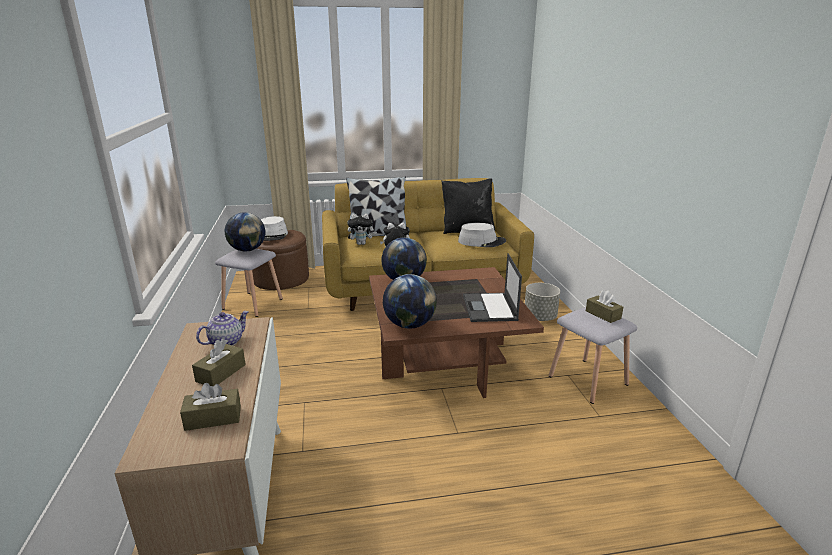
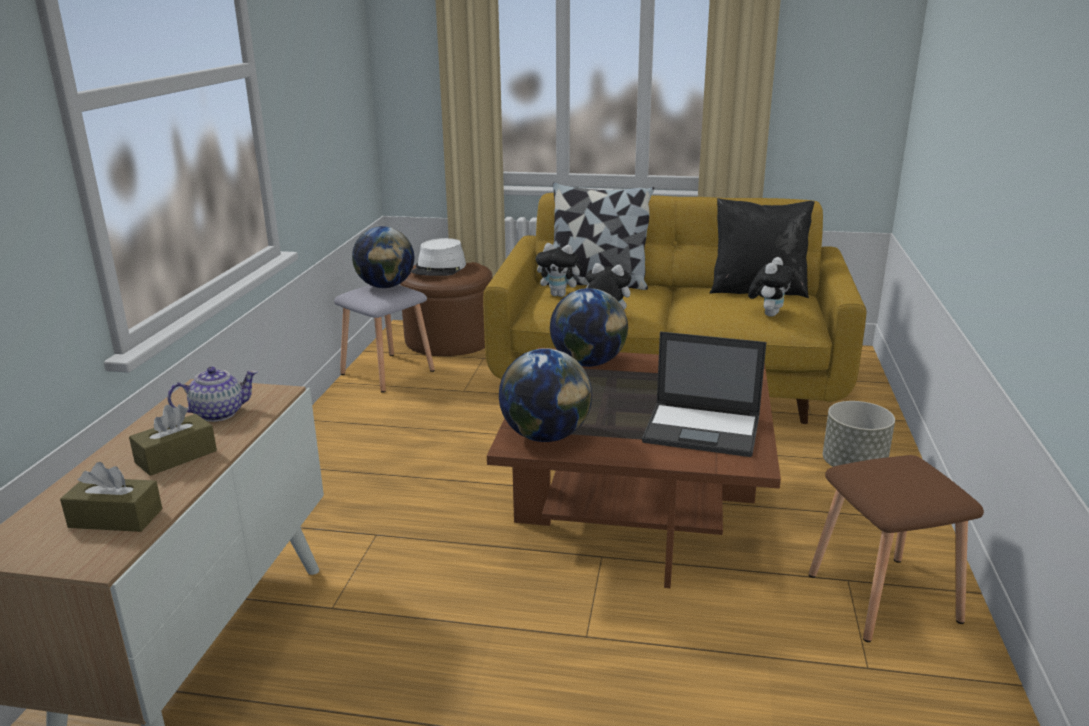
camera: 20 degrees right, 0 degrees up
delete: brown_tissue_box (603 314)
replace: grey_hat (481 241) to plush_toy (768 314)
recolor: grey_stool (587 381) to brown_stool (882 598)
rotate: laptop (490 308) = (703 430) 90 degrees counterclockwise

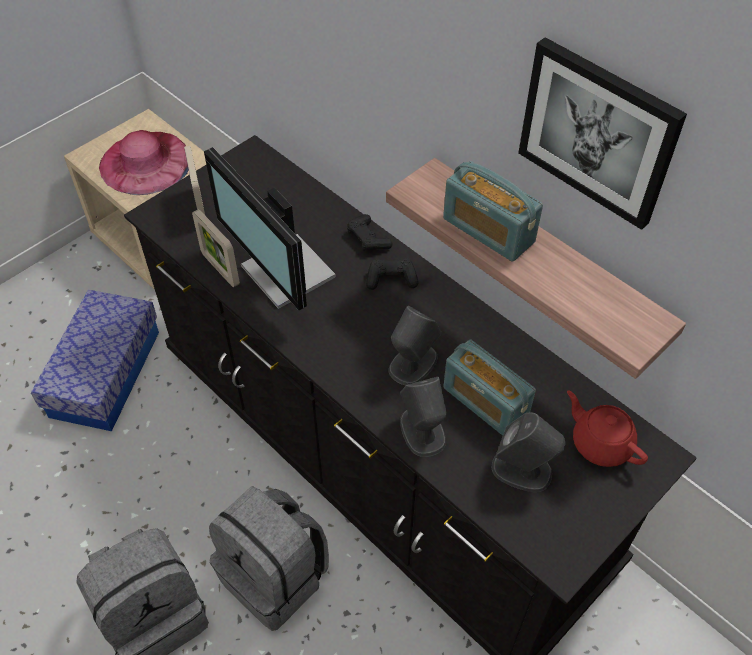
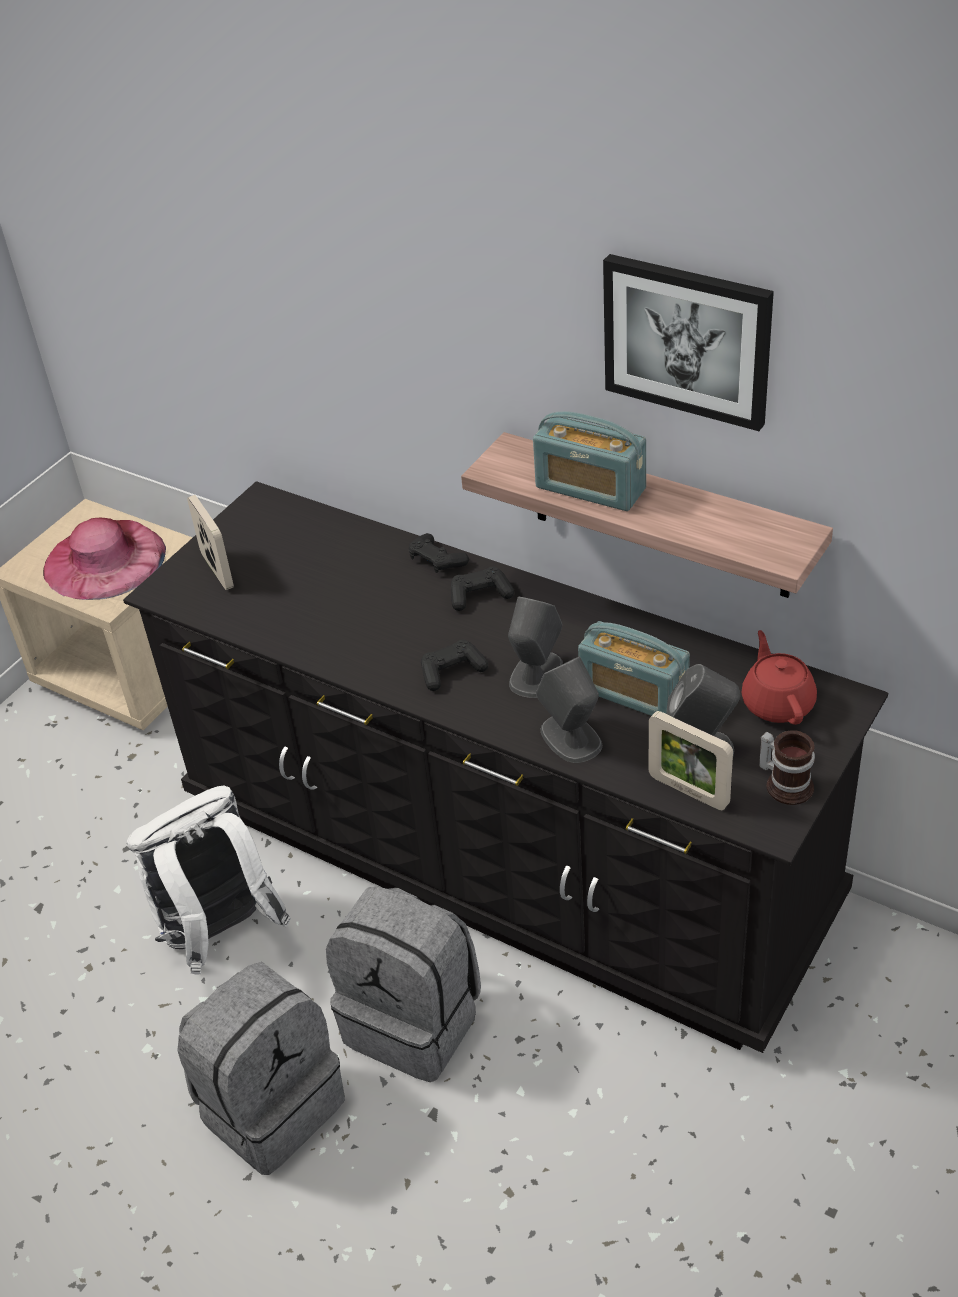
camera: 10 degrees left, 10 degrees down
delete: storage_box (105 374); monitor (285 274)
insert: white_backpack (220 934); black_game_controller (452 671); mug (787 783)
move: picture_frame (220 269) to (688 791)
rotate: red_teapot (600 443) = (777 703) 45 degrees clockwise

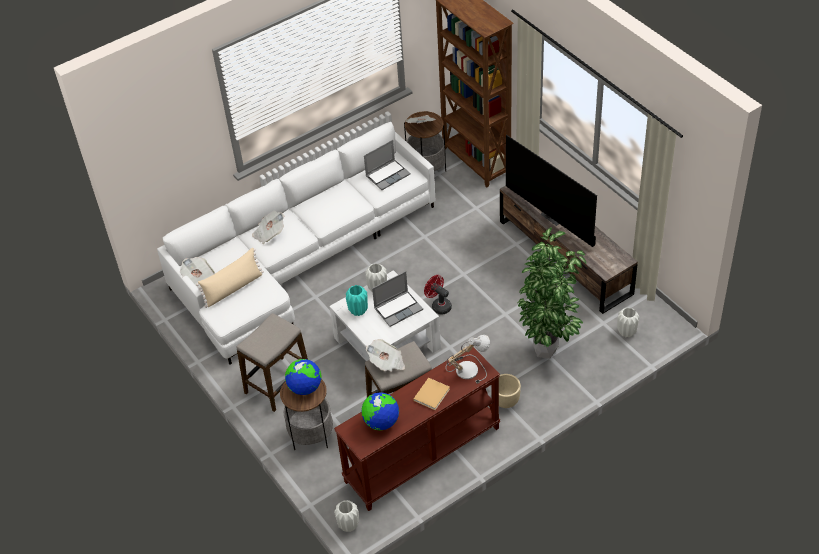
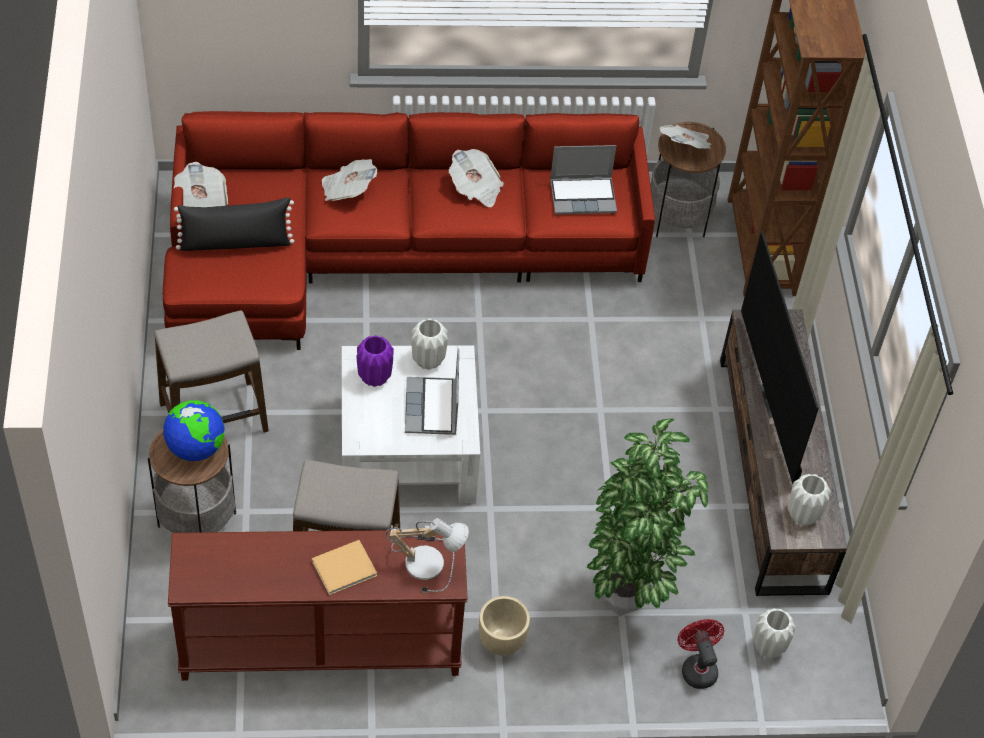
camera: 25 degrees right, 5 degrees up
delete: globe (381 422)
move: newspaper (387 363) to (475 188); red_fan (439 305) to (697 667); white_vase (348 525) to (803 515)
recolor: white_sofa (297 260) to red_sofa (385 252); beige_pillow (233 288) to black_pillow (236 242); turquoise_vase (358 311) to purple_vase (374 378)
rotate: laptop (398 309) = (432 408) 90 degrees clockwise

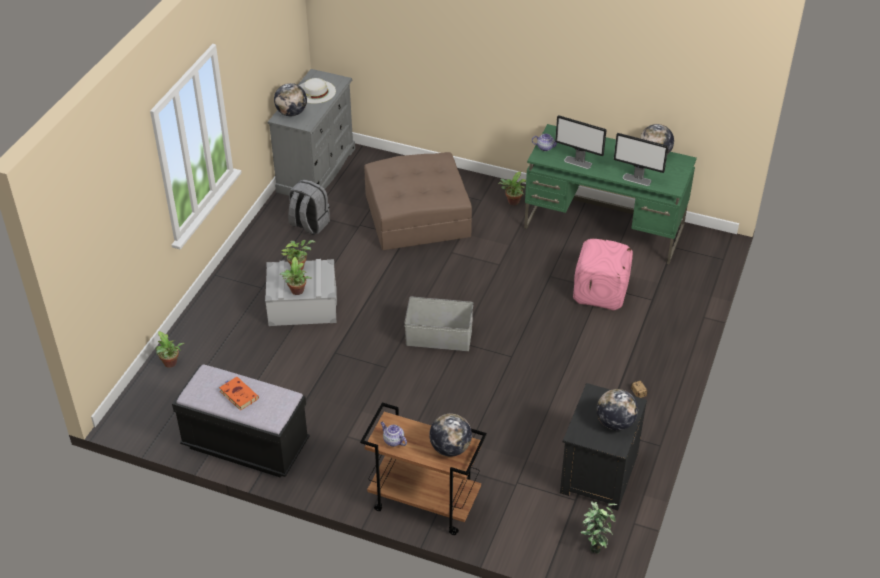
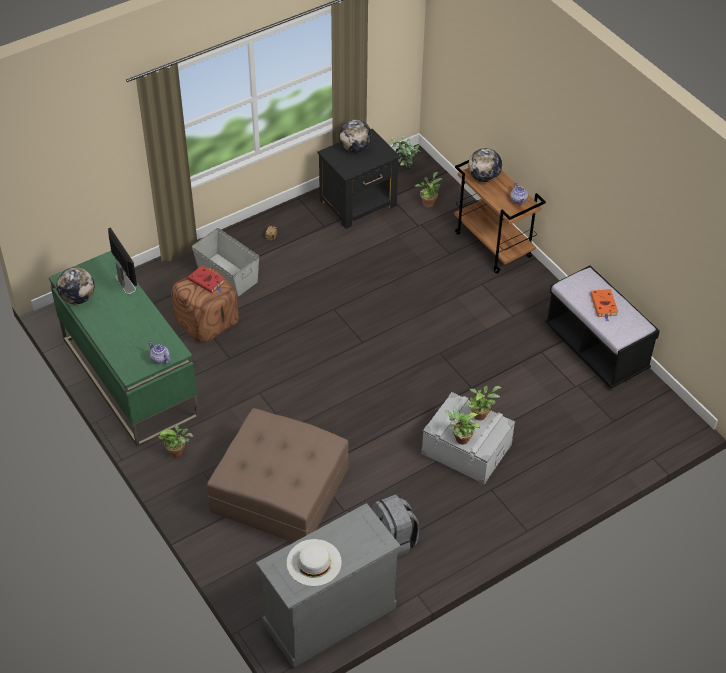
camera: 145 degrees left, 5 degrees up
delete: globe (291 113); monitor (578 162)
insert: red_book (207 281)
move: grey_storage_box (439 338) to (227 274); potted_plant (171 364) to (428 202)
recolor: pink_ottoman (599 292) to brown_ottoman (207 321)

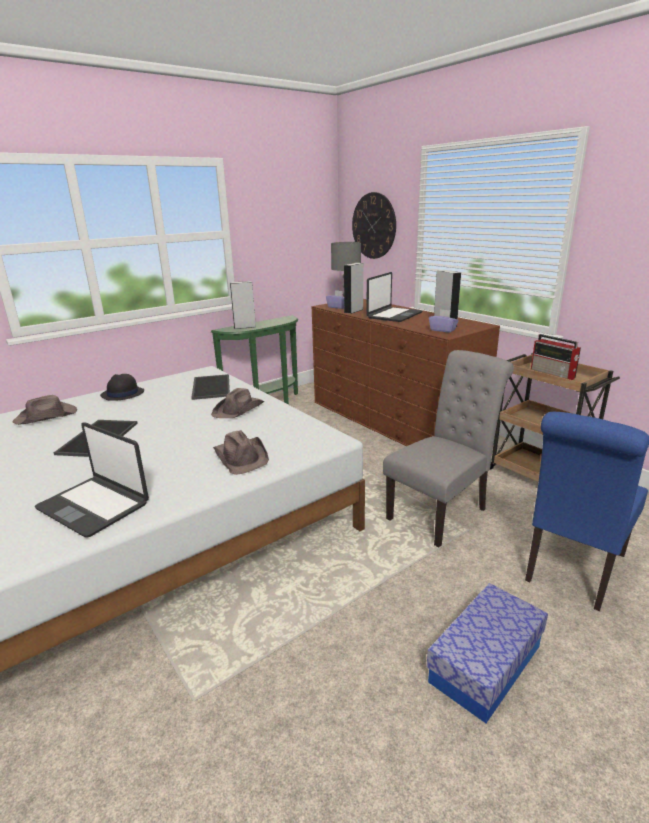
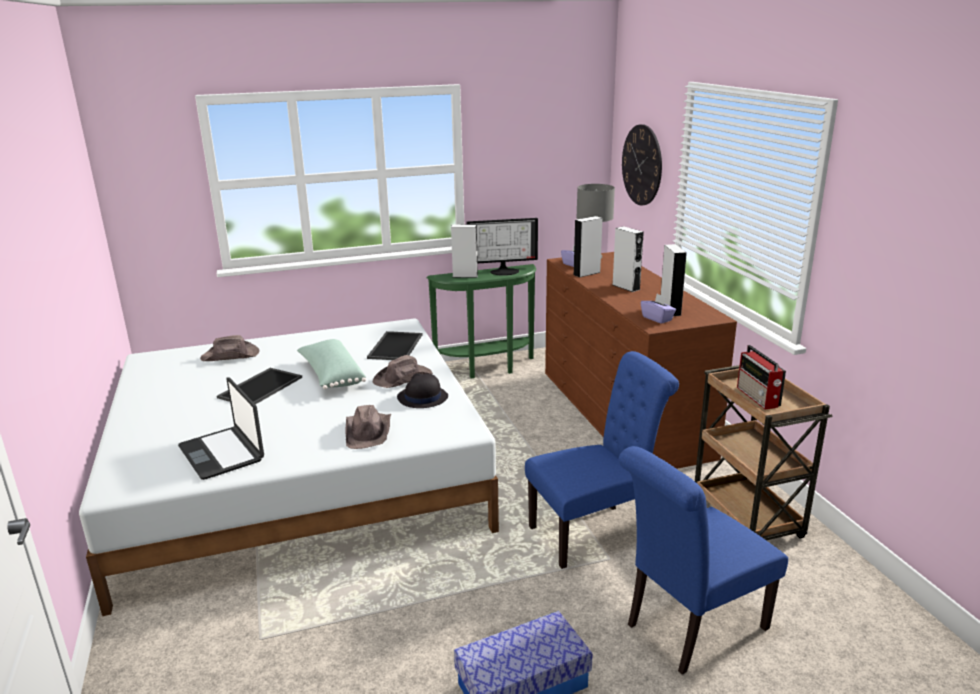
camera: 20 degrees right, 0 degrees up
insert: green_pillow (331 375); monitor (504 271)
move: black_hat (122 394) to (422 398)
replace: laptop (394 315) to grey_speaker (626 287)
recolor: grey_chair (441 512) to blue_chair (595 533)

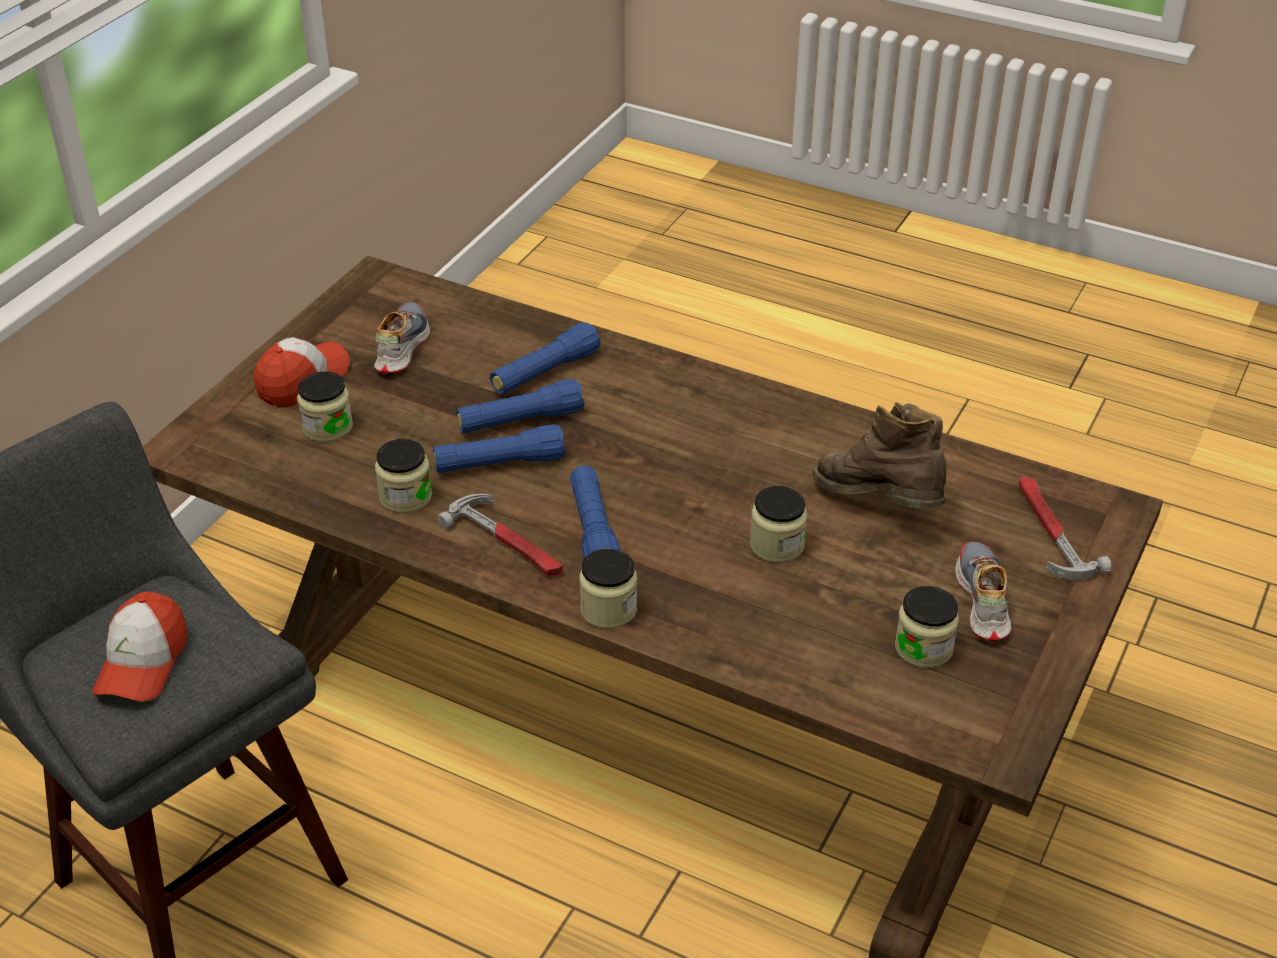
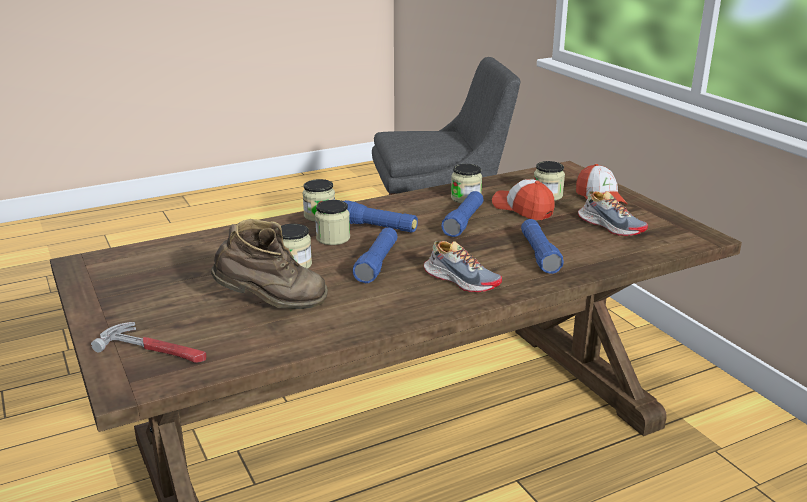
camera: 125 degrees right, 15 degrees down
delete: hammer (508 542)
move: jar (923 648) to (333 238); blue_flashlight (520 421) to (377 264); shoe (982 600) to (461 280); cap (142 662) to (523 209)

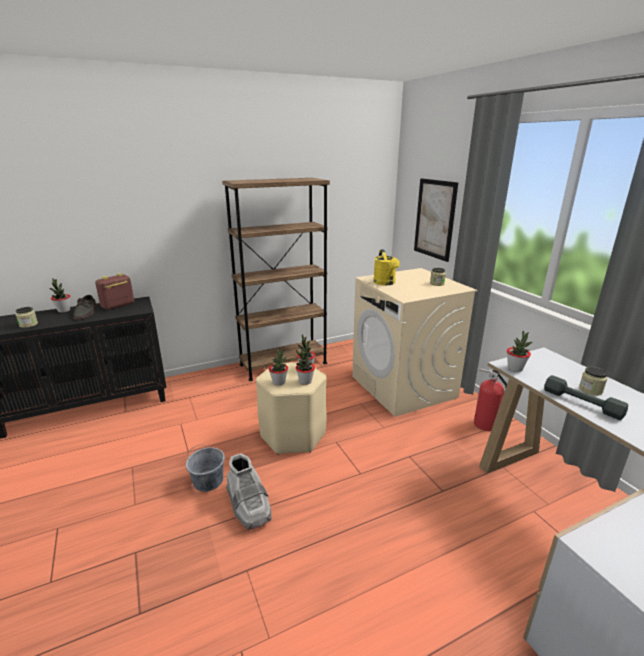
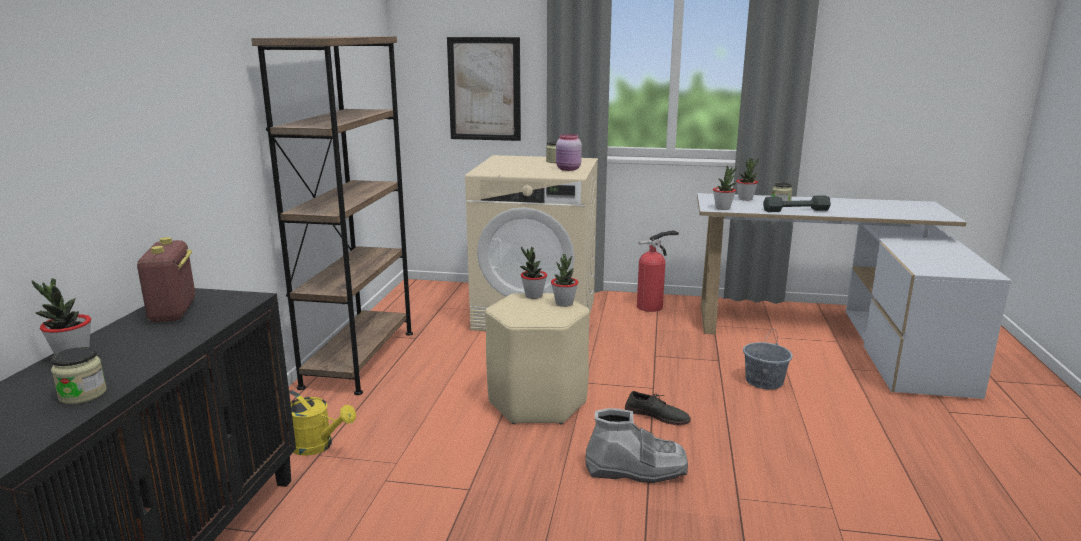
camera: 55 degrees left, 5 degrees down
insert: pink_jar (568 169)
move: yellow_watering_can (385 283) to (318 446); grey_shoe (86 312) to (657 415); potted_plant (279 382) to (745 199); grey_bucket (208 481) to (764 381)

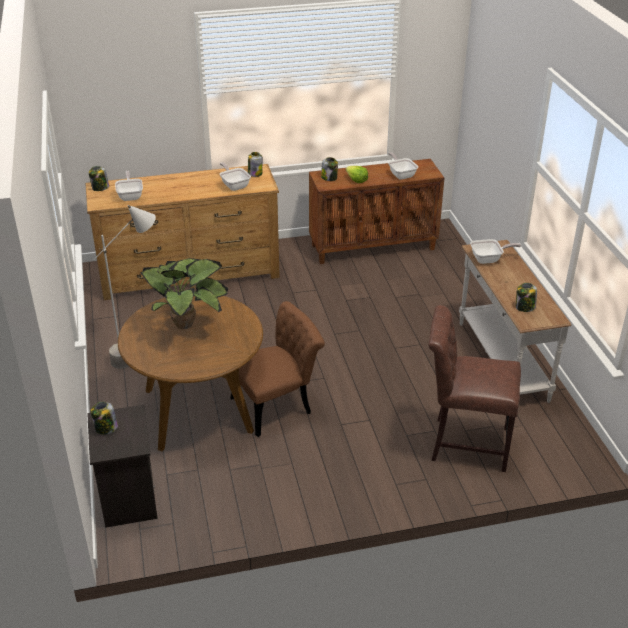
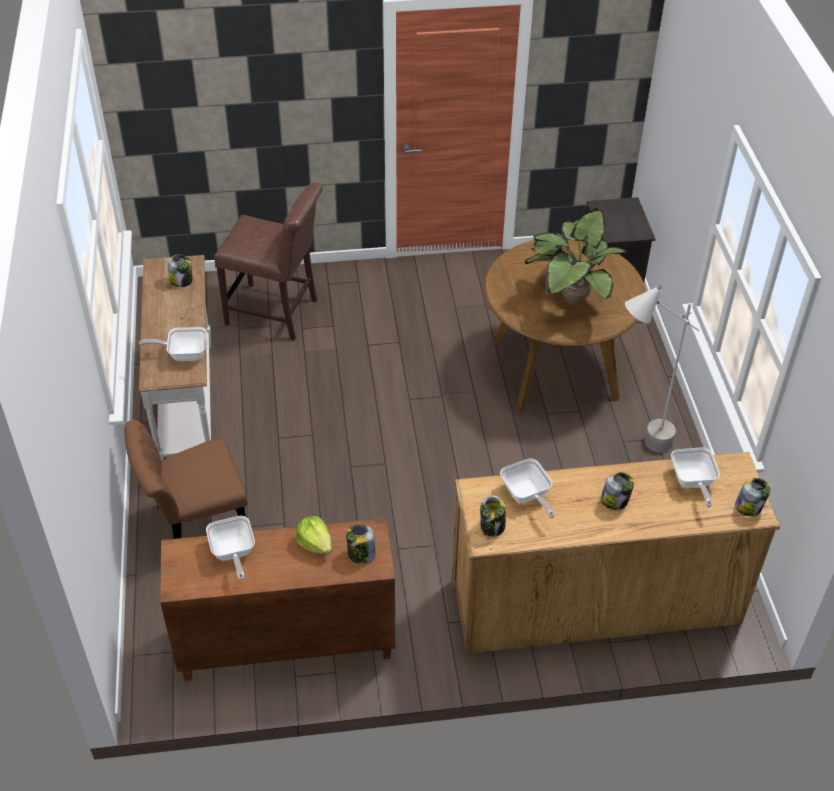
camera: 175 degrees left, 10 degrees up
move: brown_chair (278 405) to (194 523); jar (106 428) to (615 500)

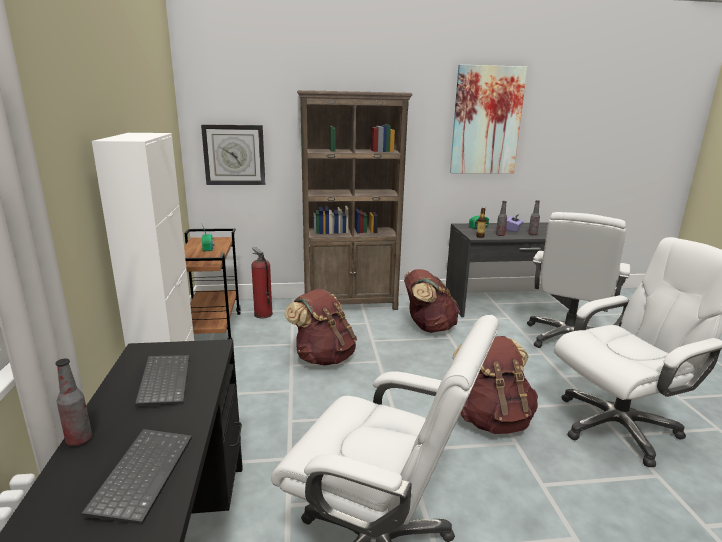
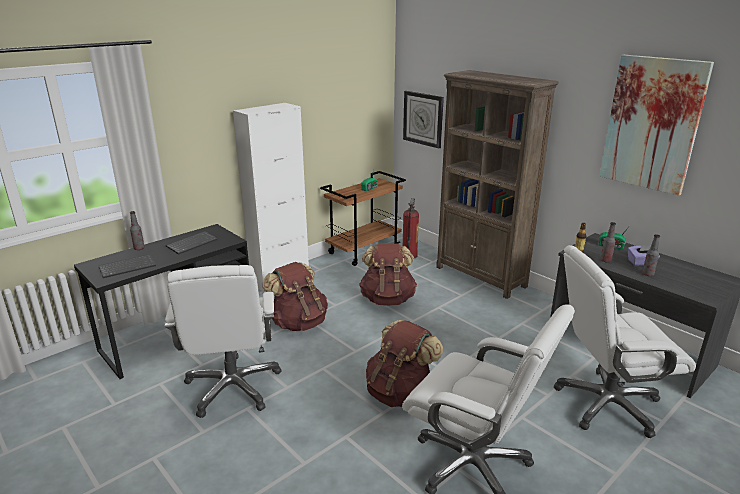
camera: 55 degrees right, 5 degrees up
move: brown_backpack (428 327) to (299 323)

